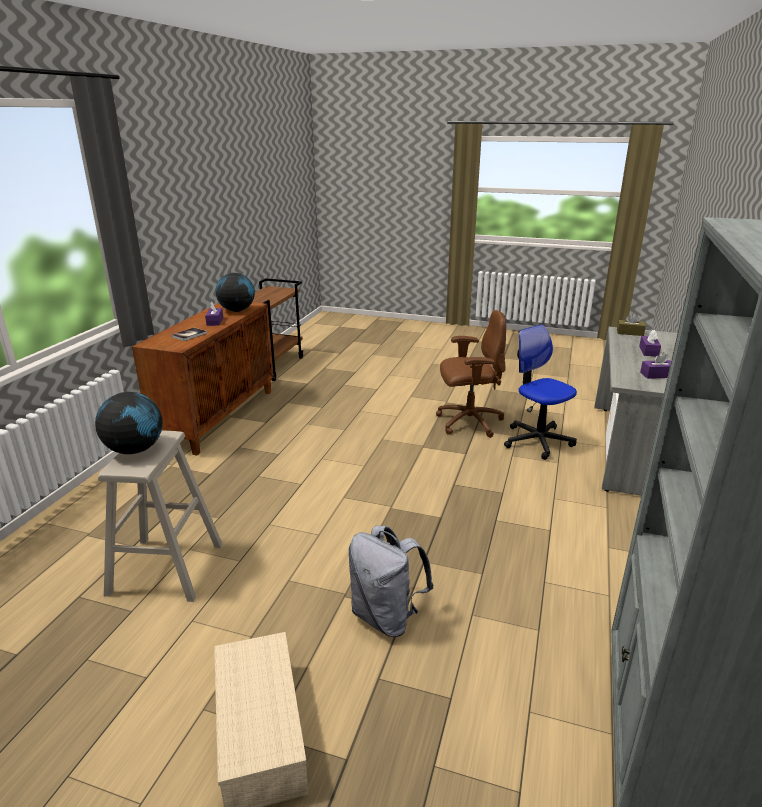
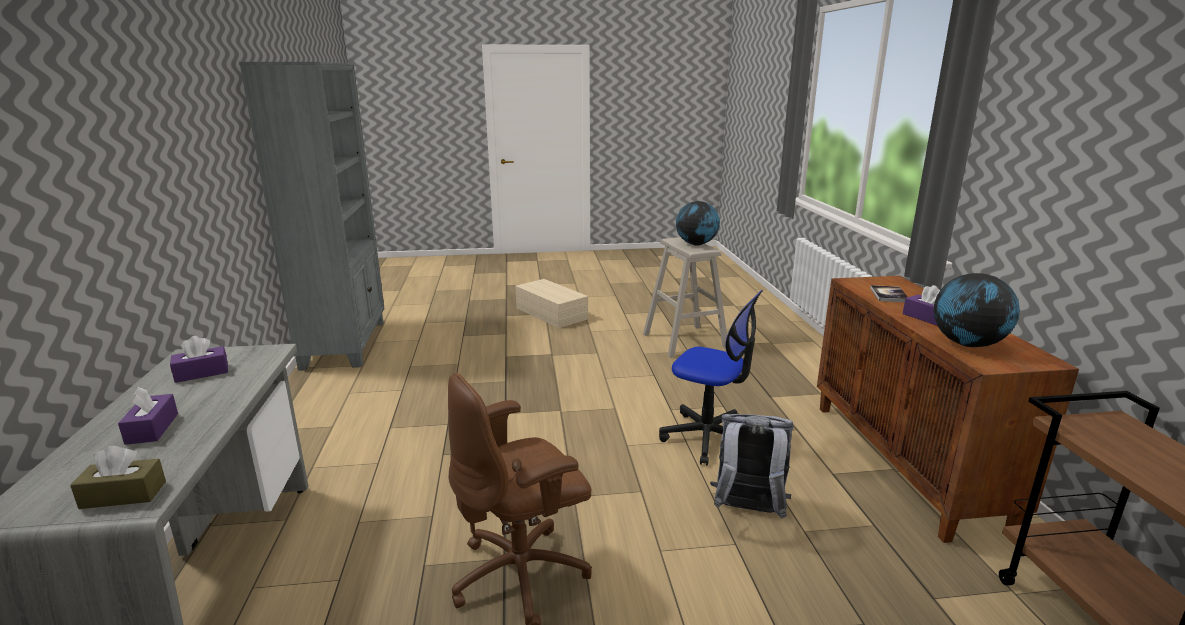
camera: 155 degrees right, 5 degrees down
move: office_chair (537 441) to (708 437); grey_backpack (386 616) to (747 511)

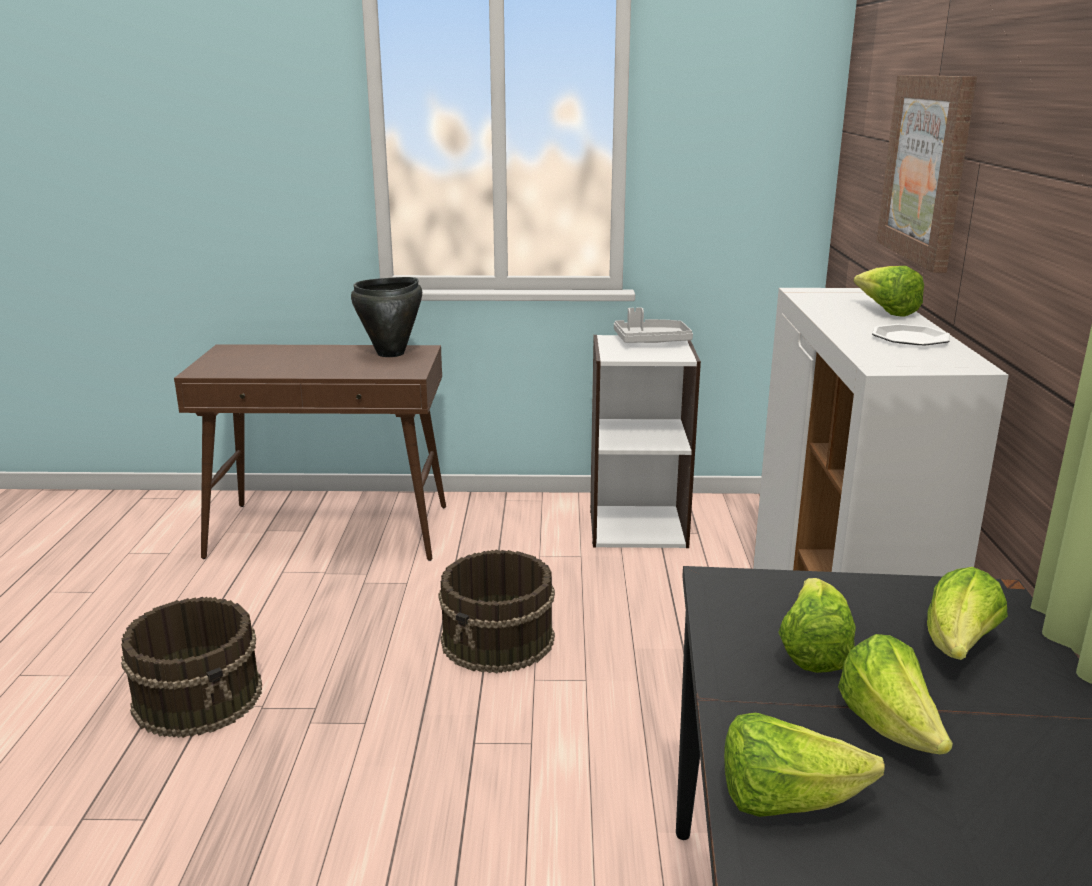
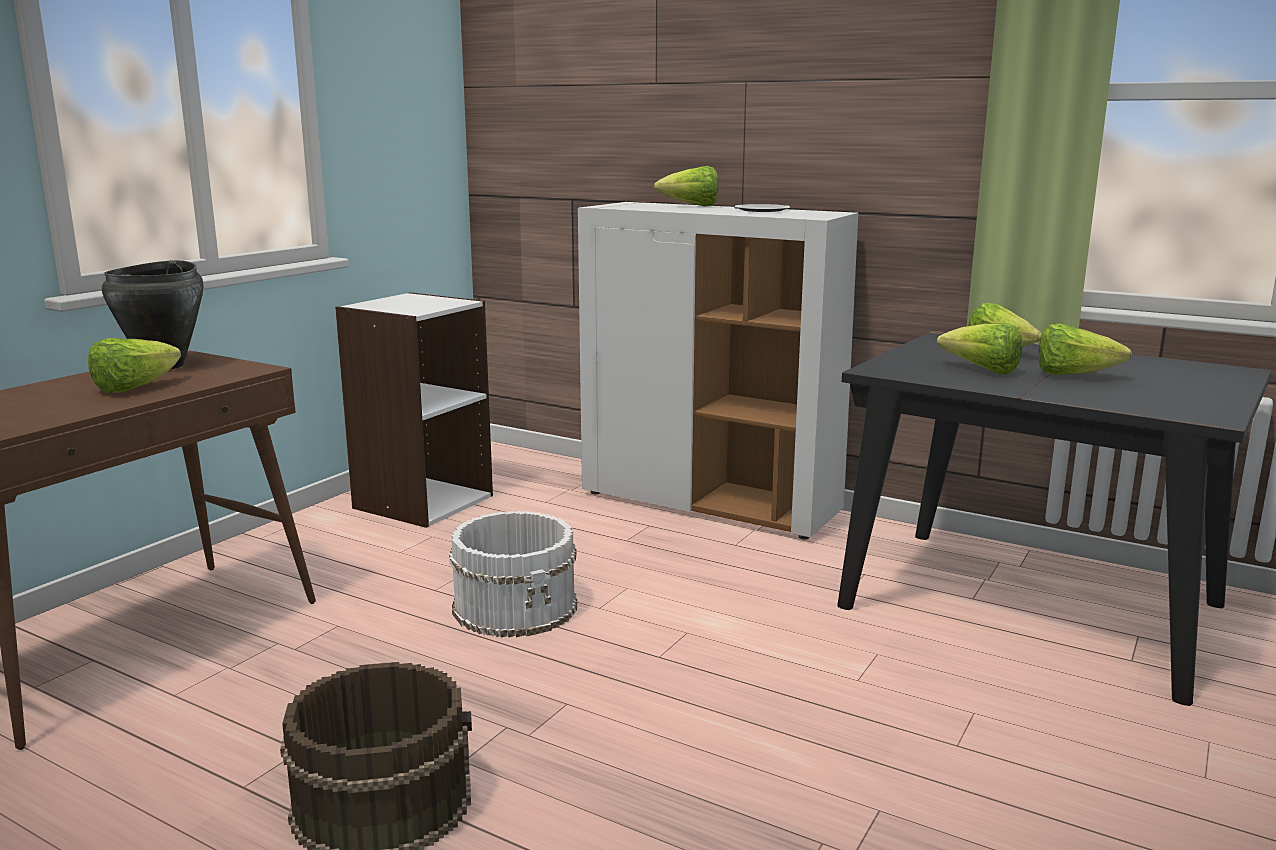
camera: 60 degrees left, 5 degrees down
delete: grey_tray (651 341); picture (927 169)
move: lettuce (785 801) to (135 388)
recolor: brown_bucket (498 640) to white_bucket (516 606)

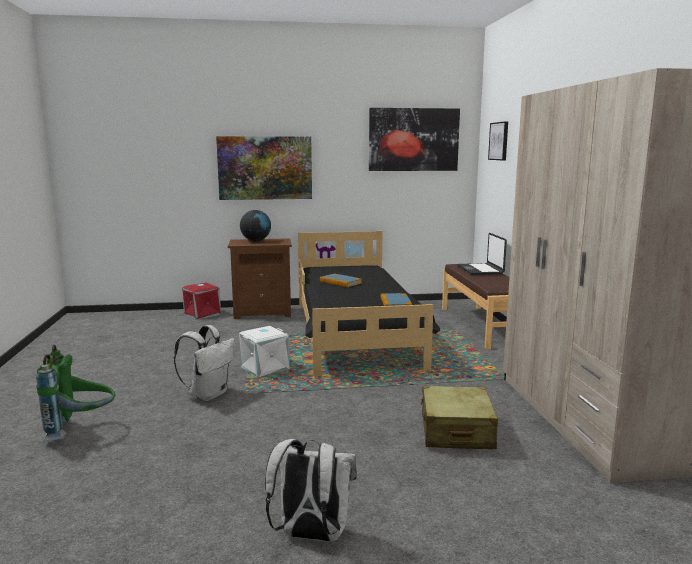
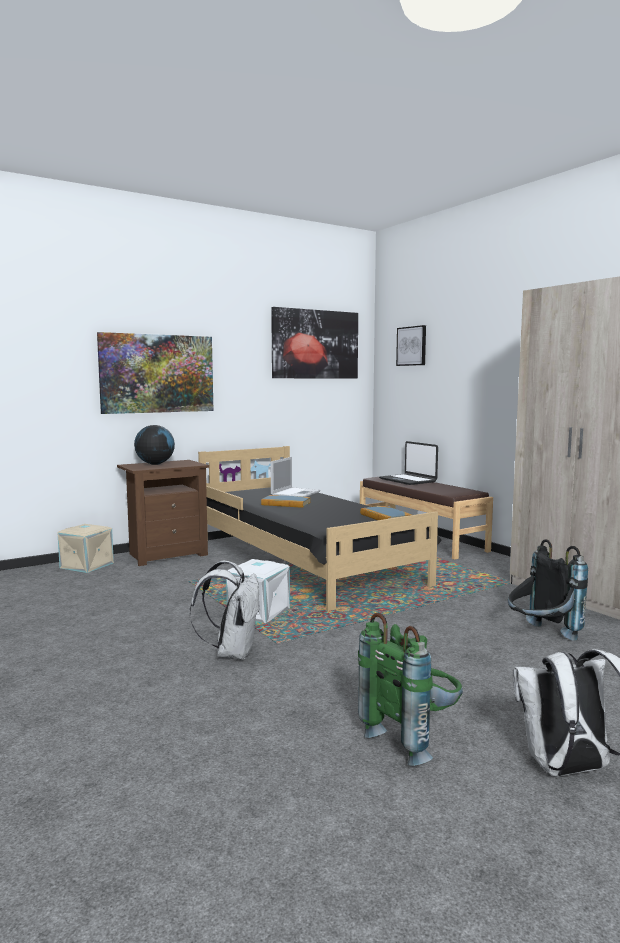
camera: 25 degrees left, 5 degrees down
insert: laptop (296 493)
move: green_backpack (81 429) to (413 737)
replace: beige_suitcase (456 431) to black_backpack (541 636)
recolor: red_storage_box (203 313) to beige_storage_box (87 565)

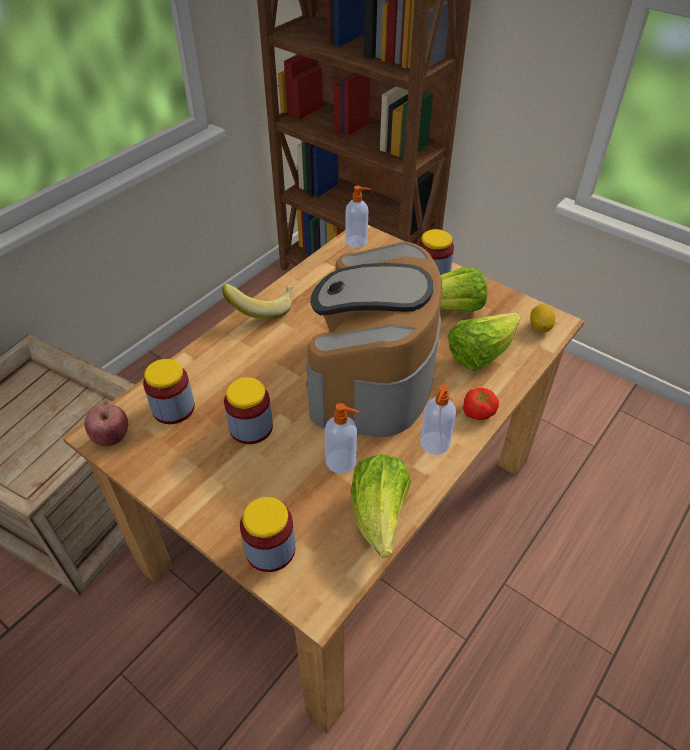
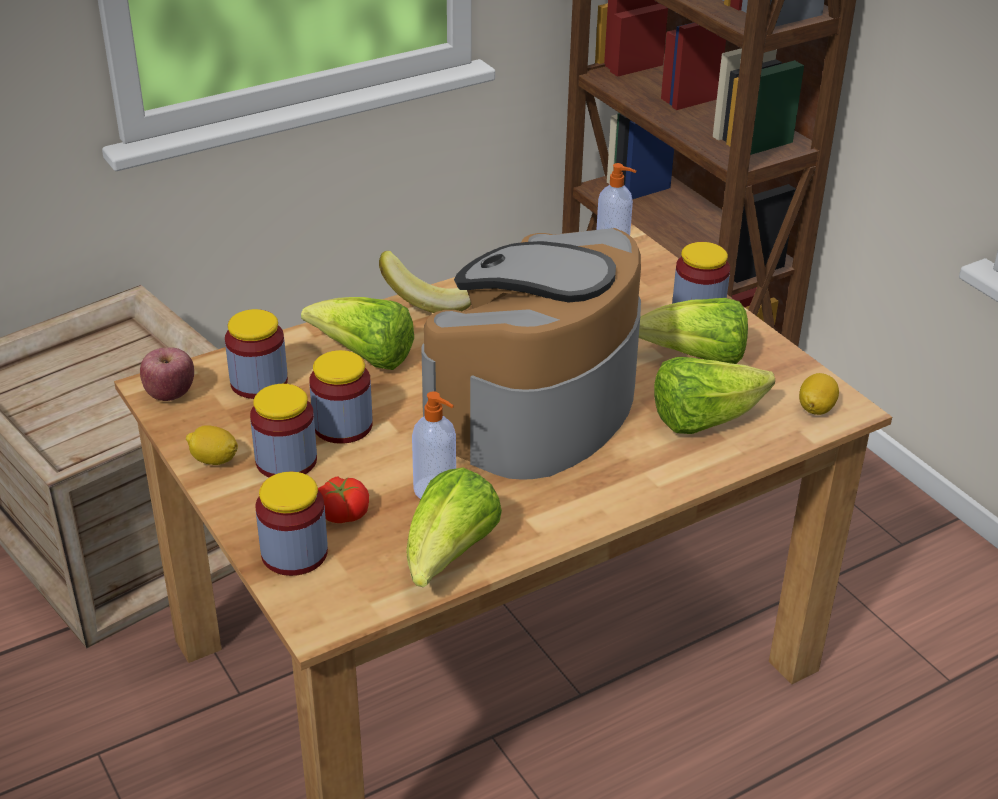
camera: 20 degrees right, 10 degrees down
delete: soap_dispenser (434 444)
insert: lemon (214 460); jar (286 461); lettuce (365 357)
move: tomato (477 411) to (342 513)

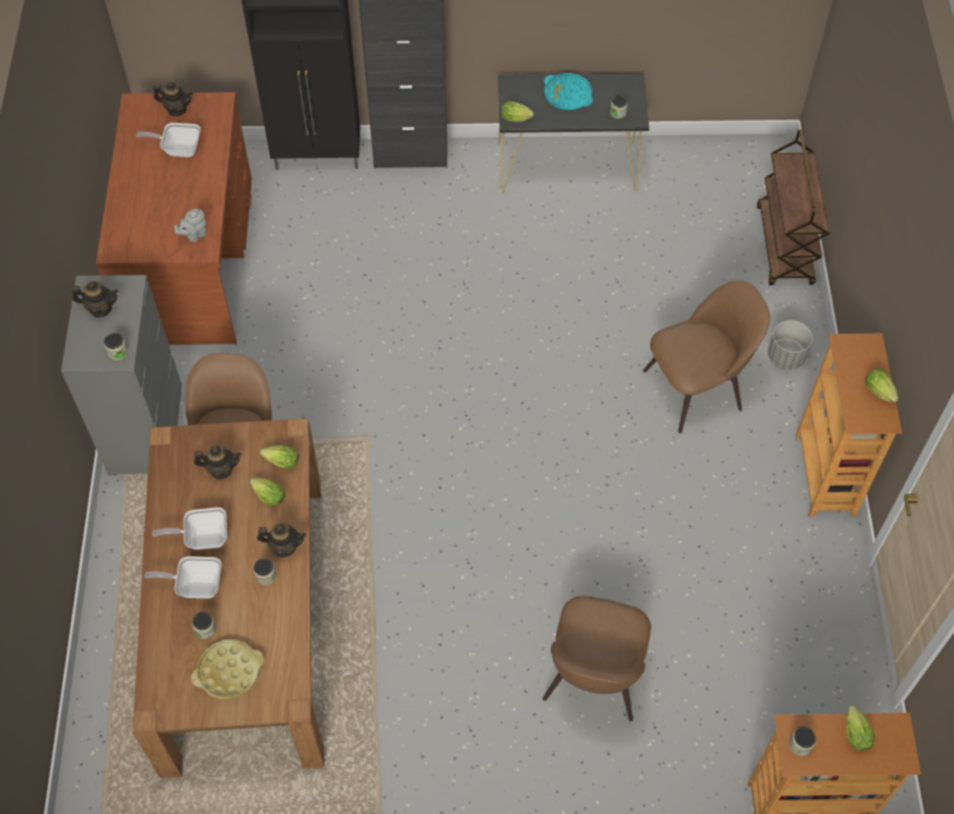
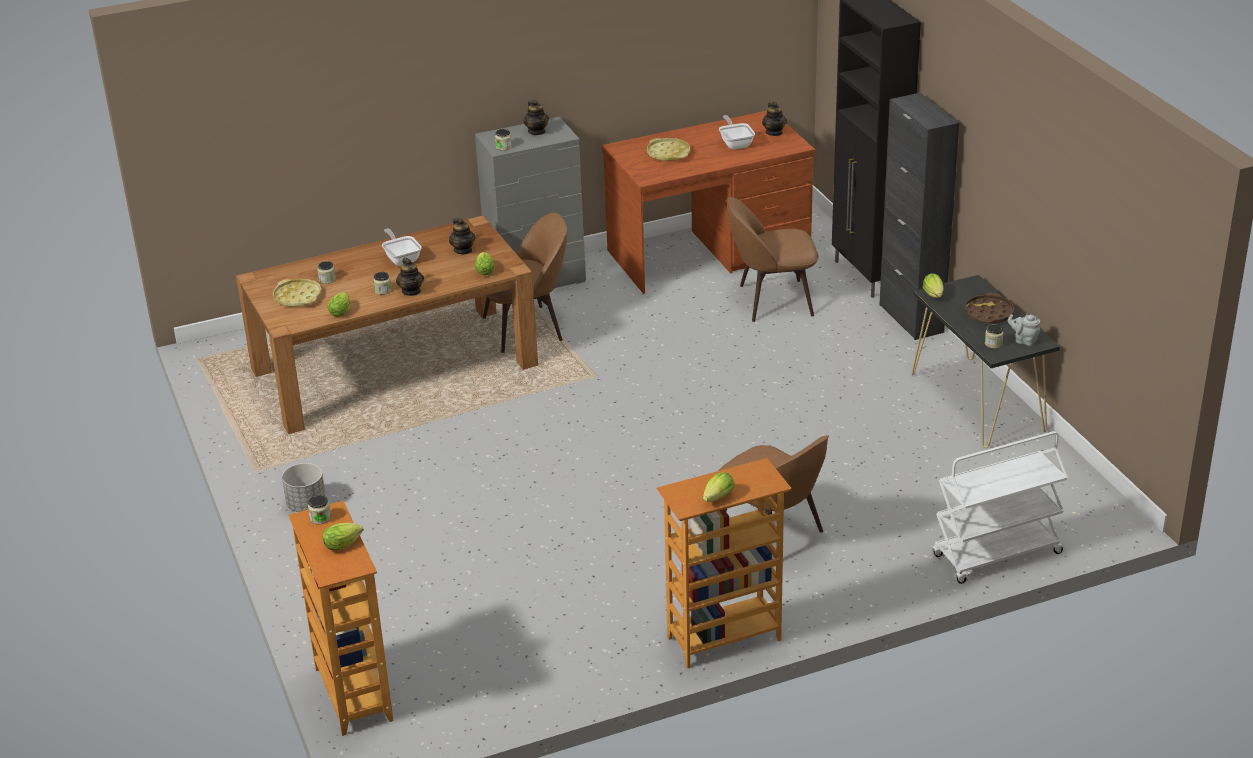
camera: 70 degrees right, 25 degrees down
delete: frying_pan (195 585)
insert: yellow_tray (668 154)
move: grey_planter (785 357) to (306 505); lettuce (267 495) to (341 311); brown_chair (593 679) to (772 300); grey_teapot (194 235) to (1024 340)
recolor: brown_cart (785 246) to white_cart (996 555); turquoise_tray (567 95) to brown_tray (988 313)

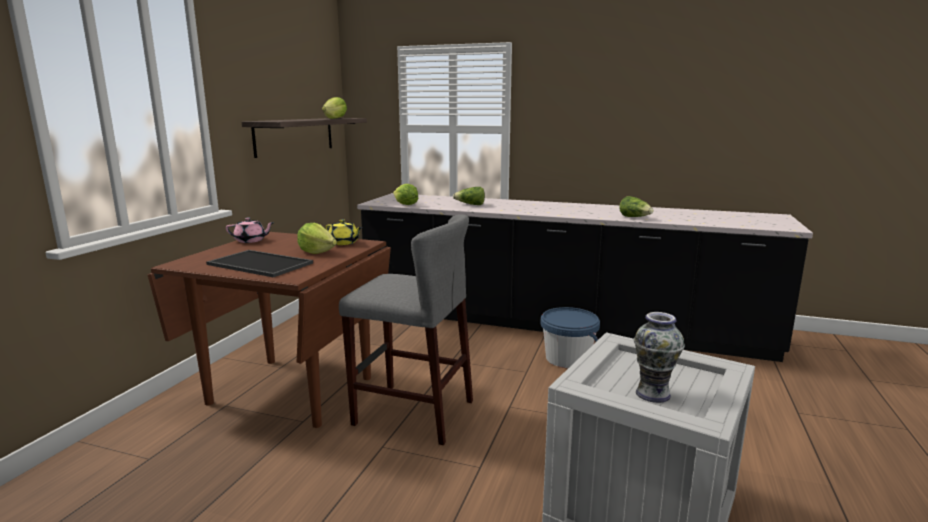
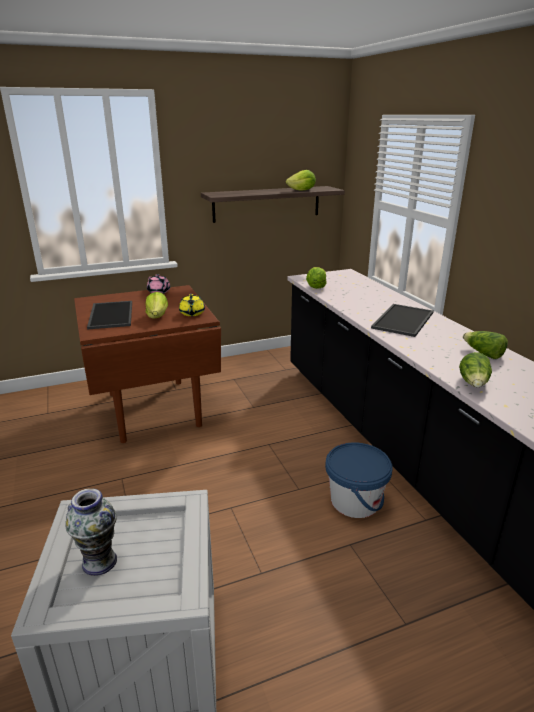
camera: 50 degrees right, 10 degrees up
delete: grey_stool (413 412)
insert: tray (404 320)
move: lettuce (470 205) to (483 354)

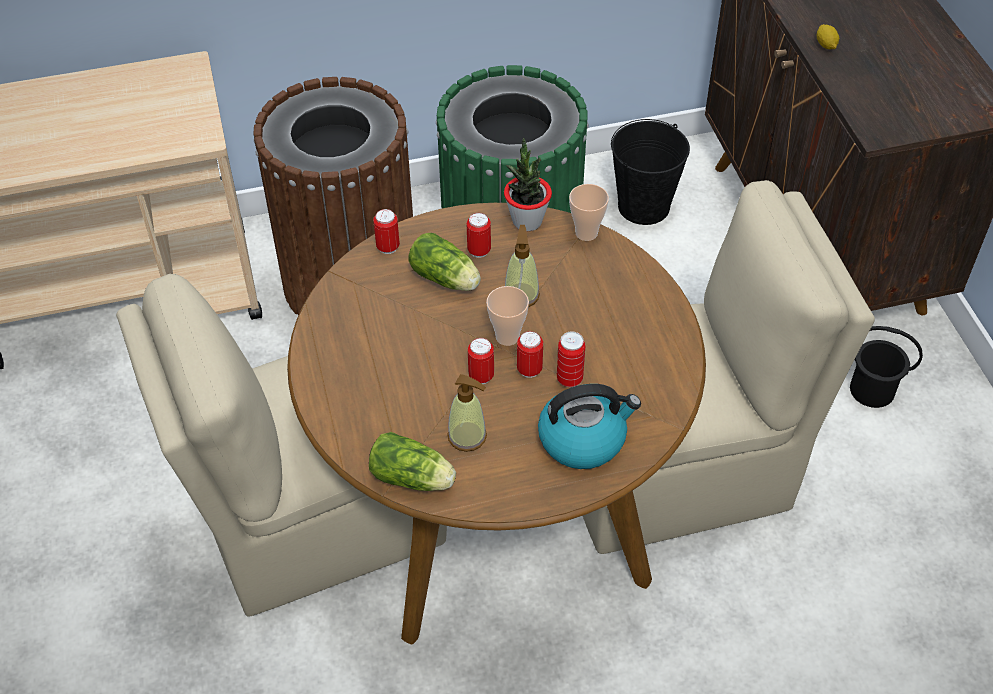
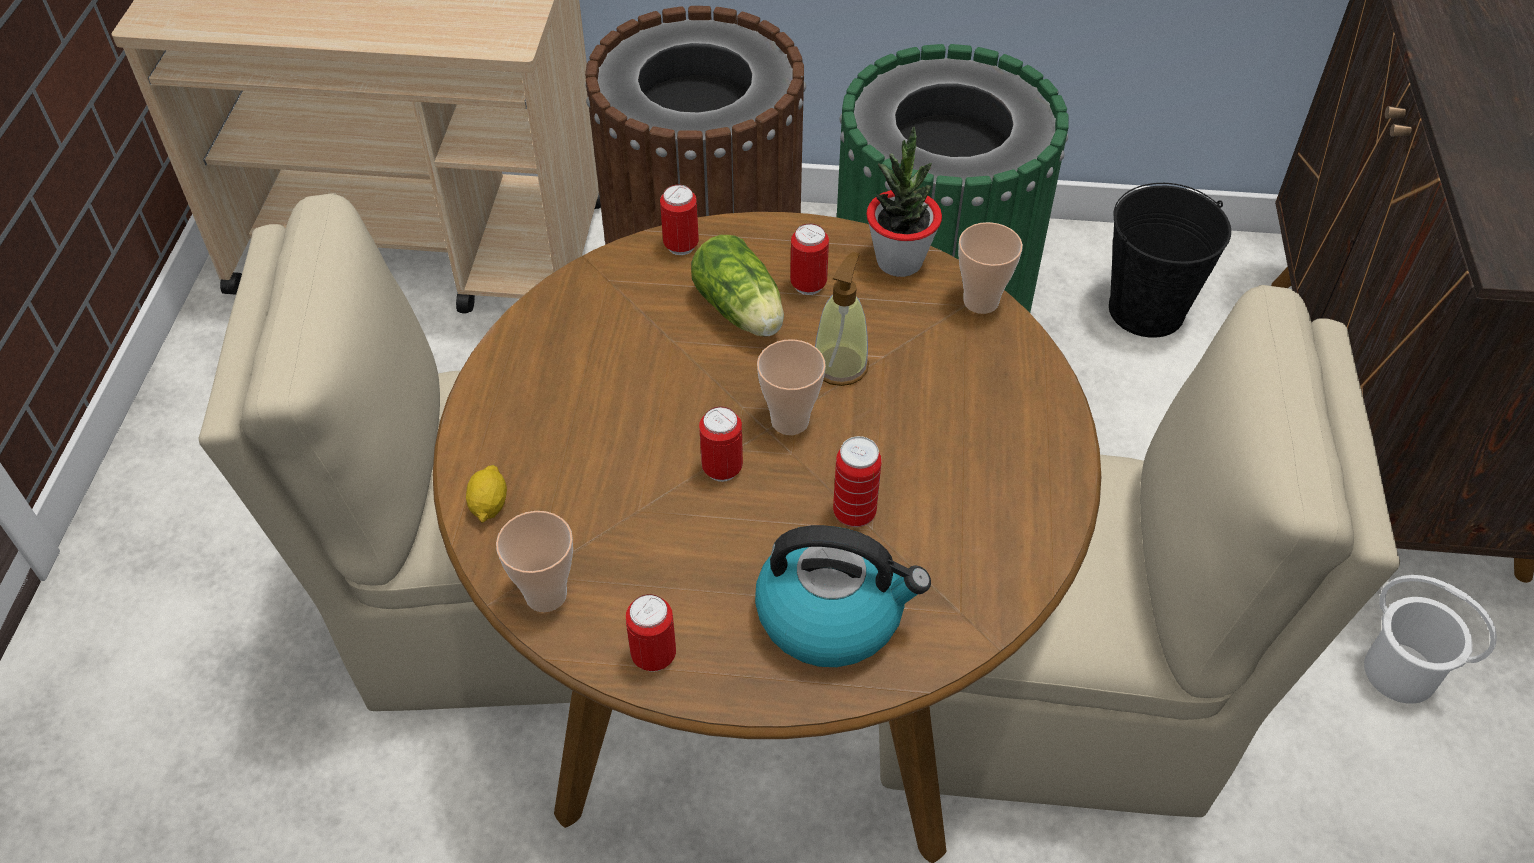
camera: 20 degrees right, 0 degrees up
delete: soap_dispenser (467 436)
move: lemon (826 45) to (489 505); can (529 370) to (653 656)
replace: lettuce (414 479) to cup (546 594)
recolor: black_bucket (872 390) to white_bucket (1400 673)

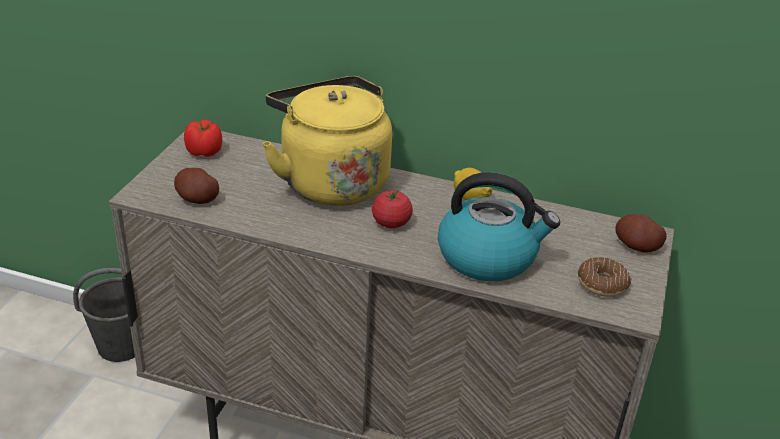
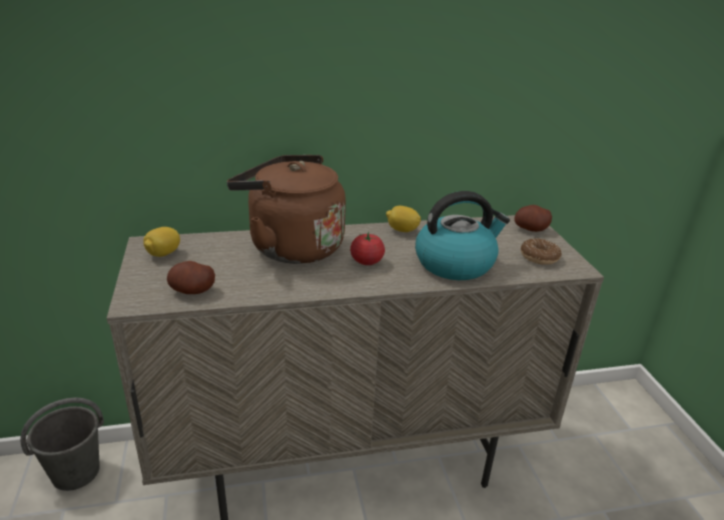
camera: 30 degrees left, 5 degrees down
replace: tomato (204 152) to lemon (163 254)
recolor: yellow_kettle (330 181) to brown_kettle (291 246)

